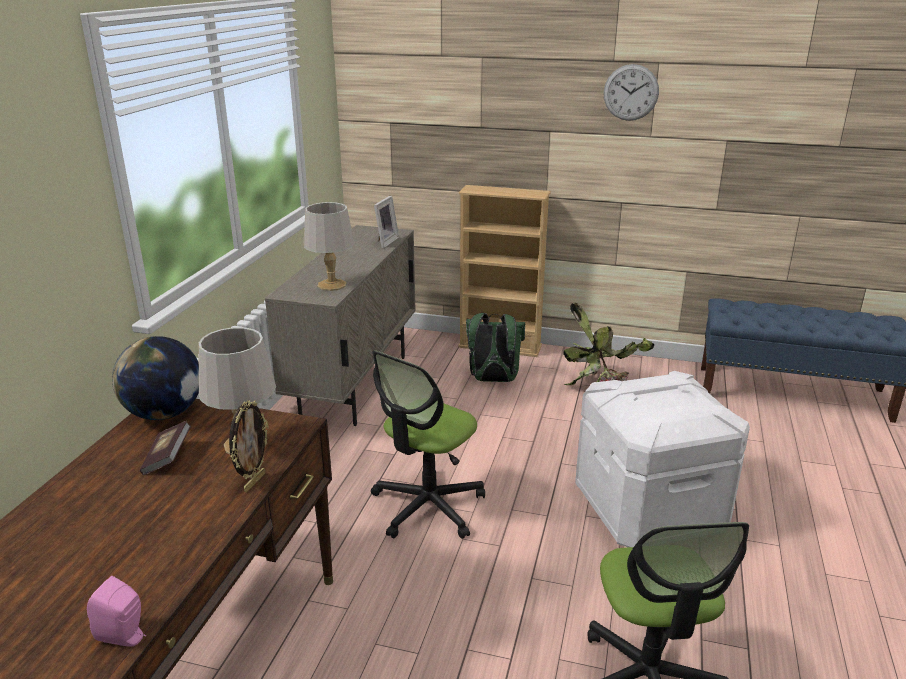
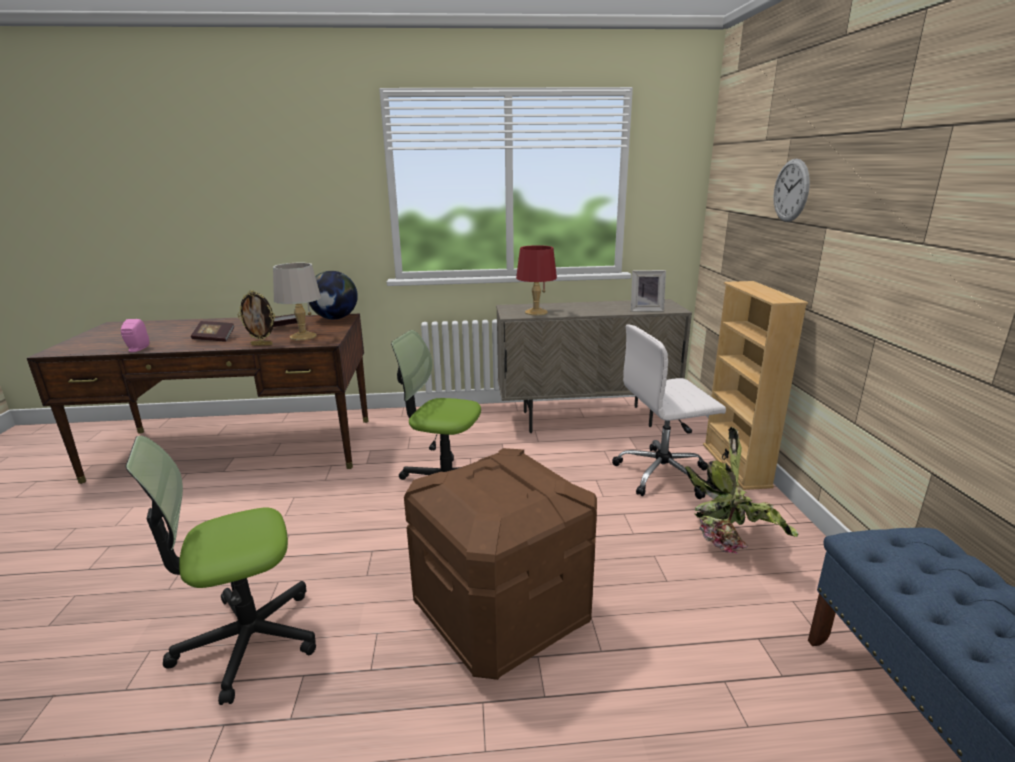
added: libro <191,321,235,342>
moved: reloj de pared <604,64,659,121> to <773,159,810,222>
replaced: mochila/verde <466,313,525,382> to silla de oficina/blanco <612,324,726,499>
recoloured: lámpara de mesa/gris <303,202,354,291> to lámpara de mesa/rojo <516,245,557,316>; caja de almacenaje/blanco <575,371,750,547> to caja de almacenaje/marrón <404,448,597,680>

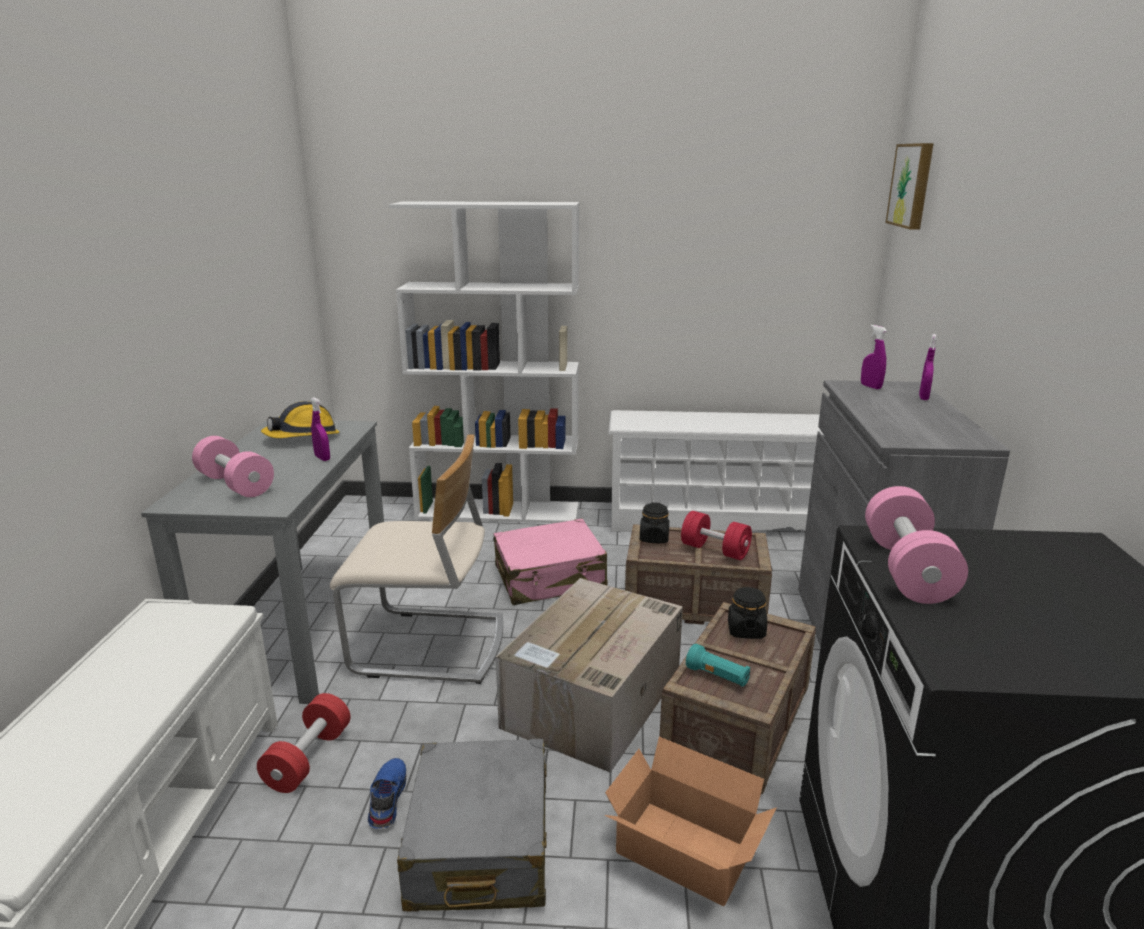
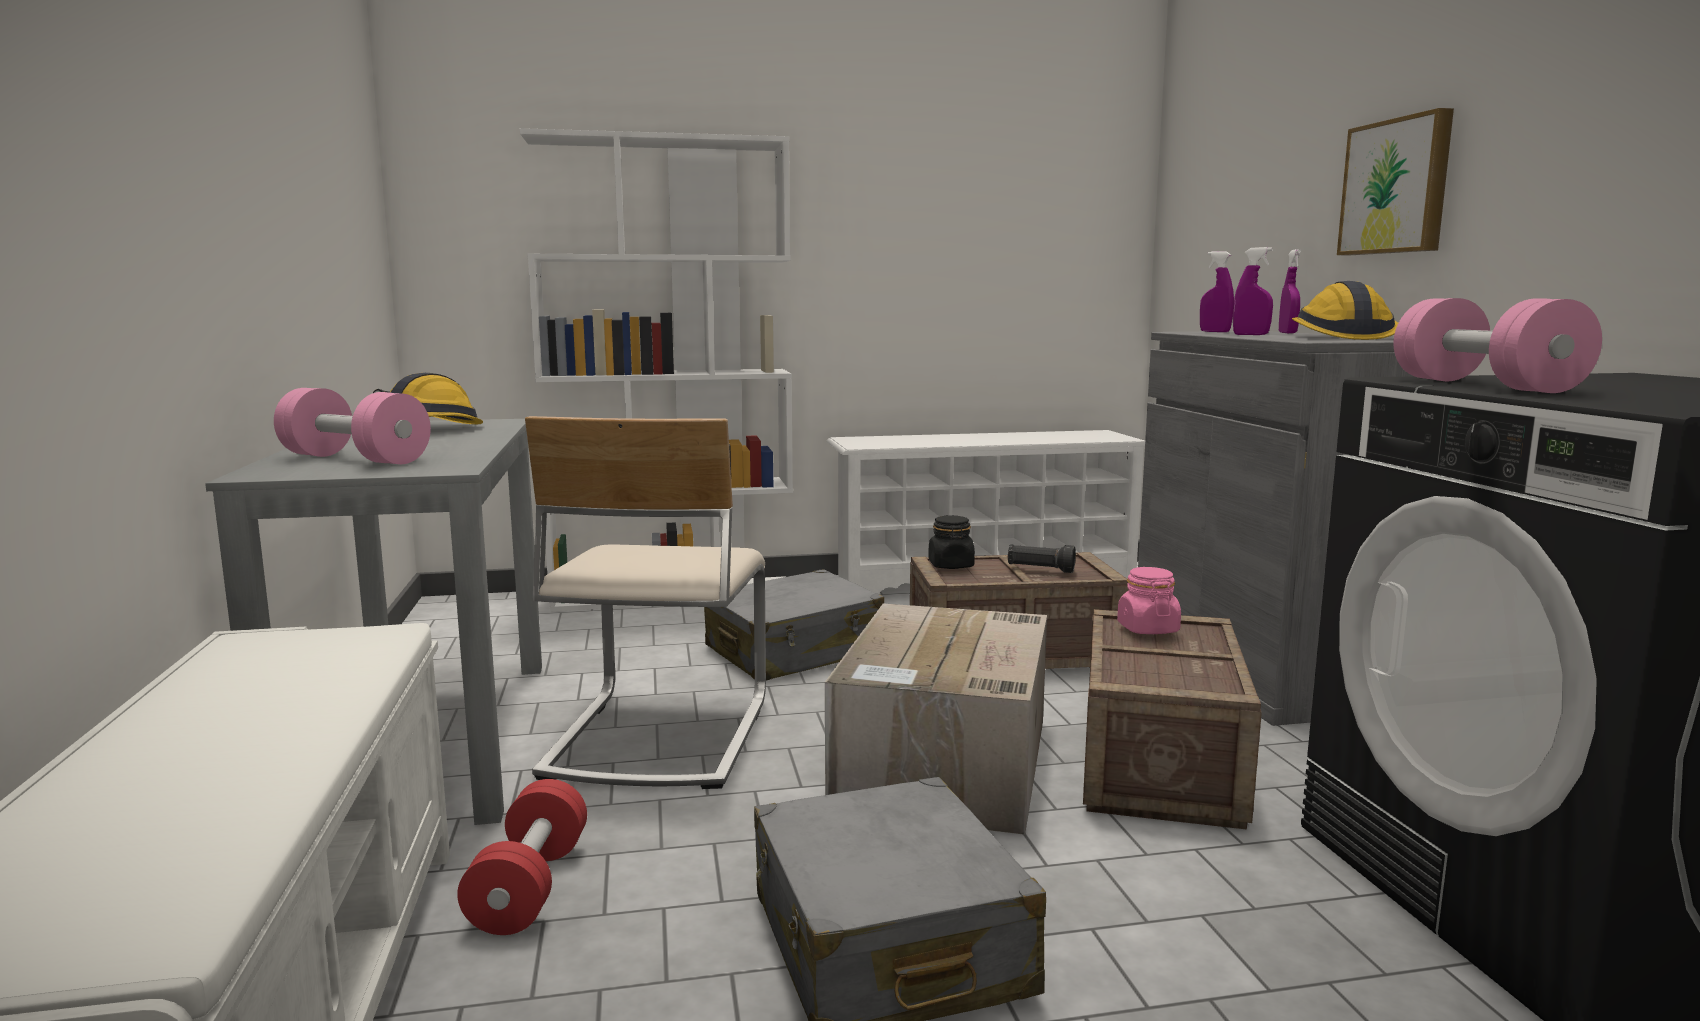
removed: linterna/turquesa <686,644,750,687>; caja de cartón <605,737,777,906>; zapato/azul <368,758,406,828>
added: casco <1292,281,1398,340>
moved: cuadro <886,143,934,230> to <1337,108,1454,255>; pulverizador/morado <311,397,330,461> to <1233,247,1273,335>
replaced: mancuerna/rojo <681,511,752,560> to linterna/negro <1008,544,1076,573>
recoloured: maleta/rosa <494,519,608,605> to maleta/gris <704,569,884,680>; tarro/negro <728,587,767,639> to tarro/rosa <1117,567,1181,634>
turned: silla/beis <330,435,503,684> = <525,416,766,789> 105 degrees clockwise

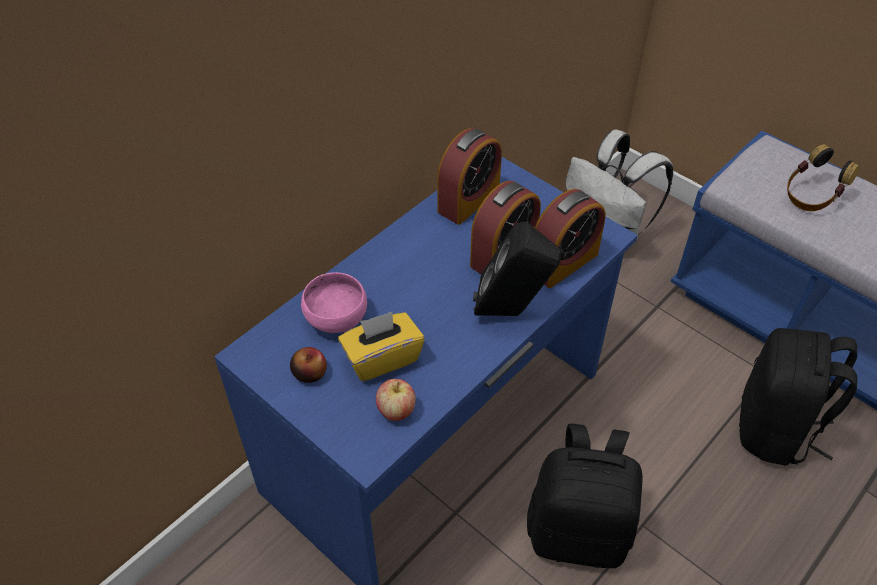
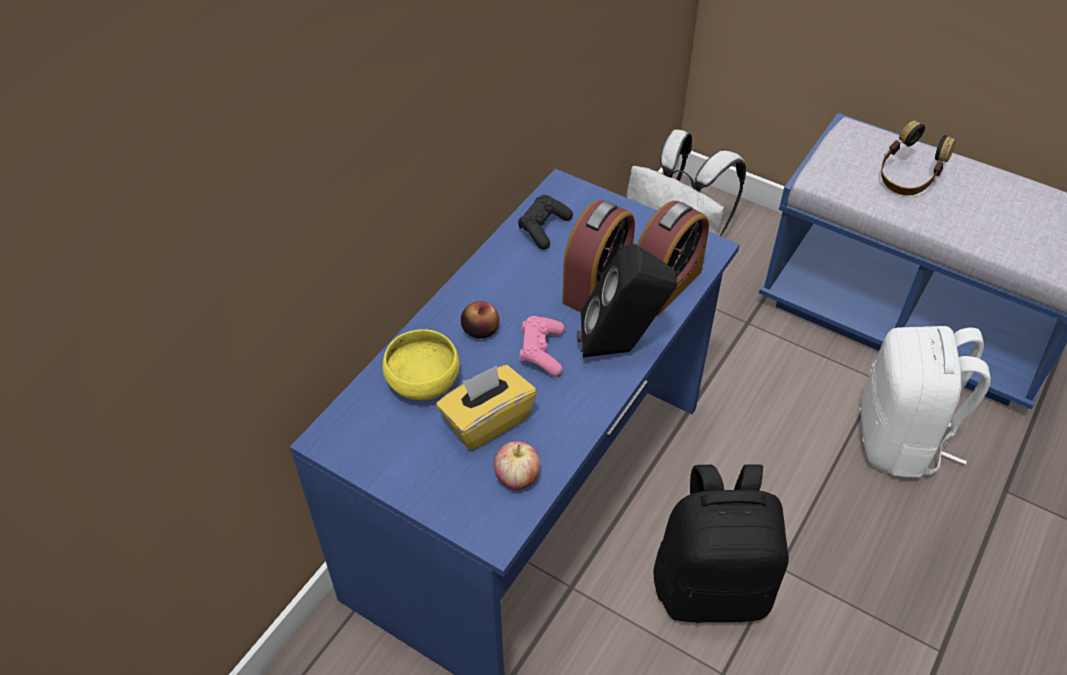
added: mando de consola/rosa <519,316,565,377>
moved: manzana <290,347,327,383> to <461,301,499,339>
replaced: despertador <437,128,502,225> to mando de consola/negro <518,195,573,250>
recoloured: cuenco/rosa <301,272,367,333> to cuenco/amarillo <382,329,460,400>; mochila/negro <739,328,857,465> to mochila/blanco <860,326,991,478>

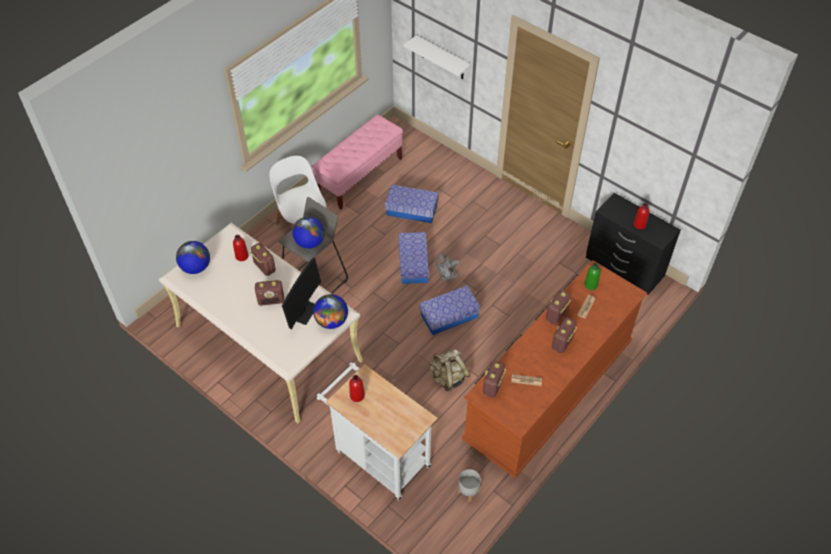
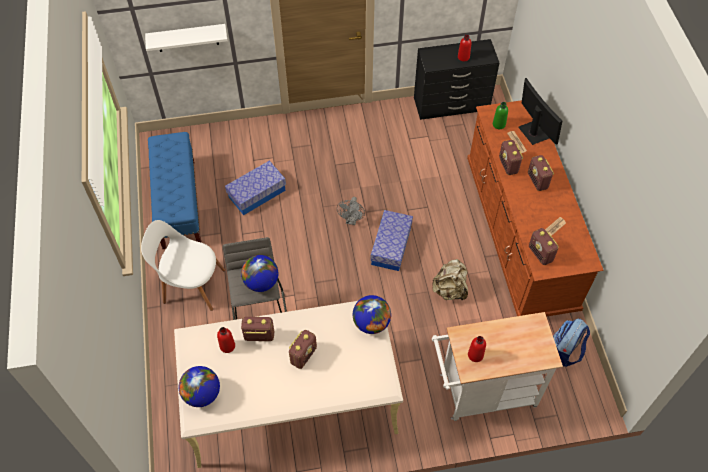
removed: caja de almacenaje <399,232,429,284>
moved: monitor <282,257,321,330> to <518,78,562,145>
replaced: maceta/gris <458,469,481,502> to mochila <553,319,590,367>
recoloured: banco/rosa <312,115,403,210> to banco/azul <148,132,202,249>

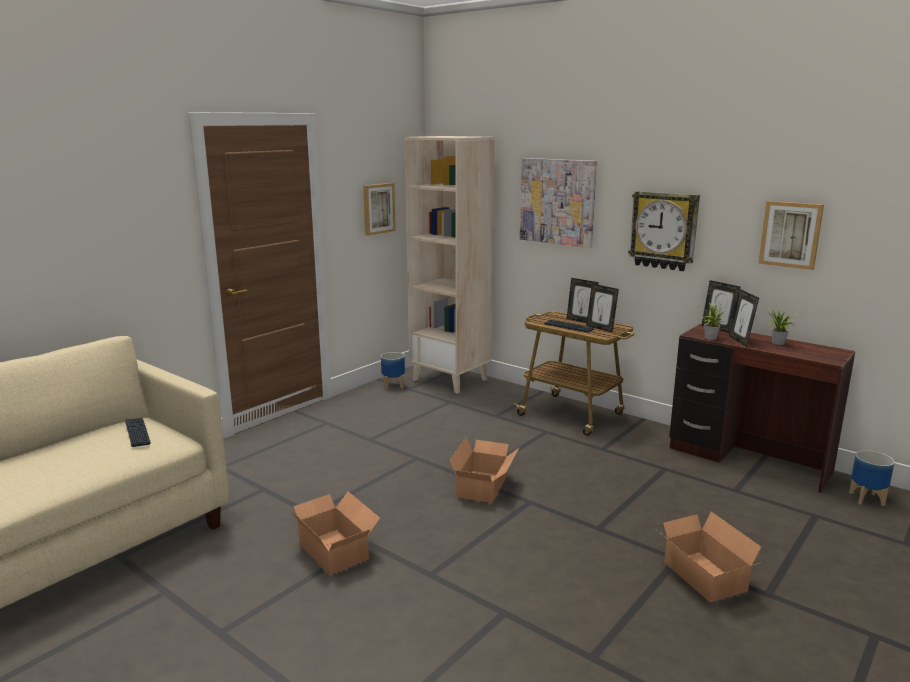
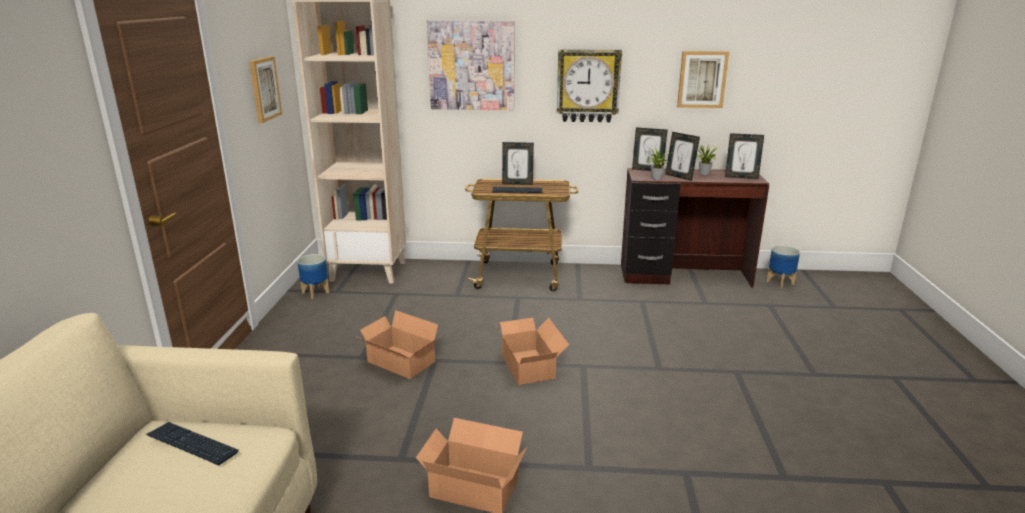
moved: portarretratos <586,284,619,333> to <725,133,764,179>; caja de cartón <657,512,761,602> to <355,310,440,379>

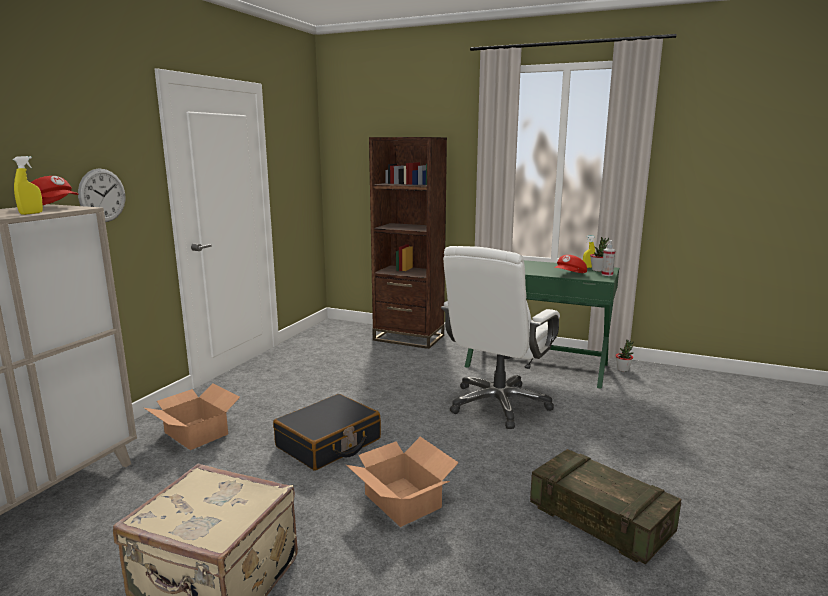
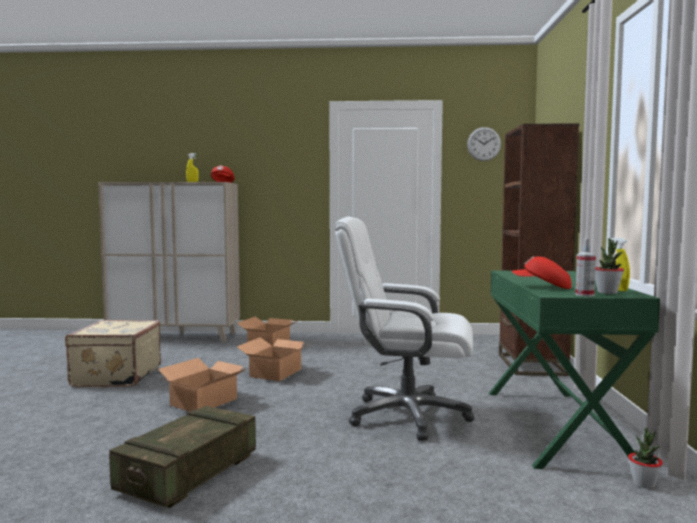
moved: reloj de pared <78,168,125,222> to <467,127,501,161>
replaced: maleta/negro <273,394,381,471> to caja de cartón <237,337,309,381>

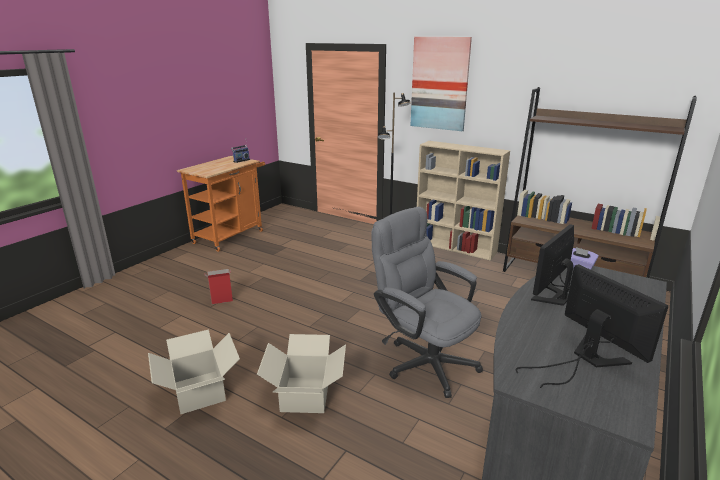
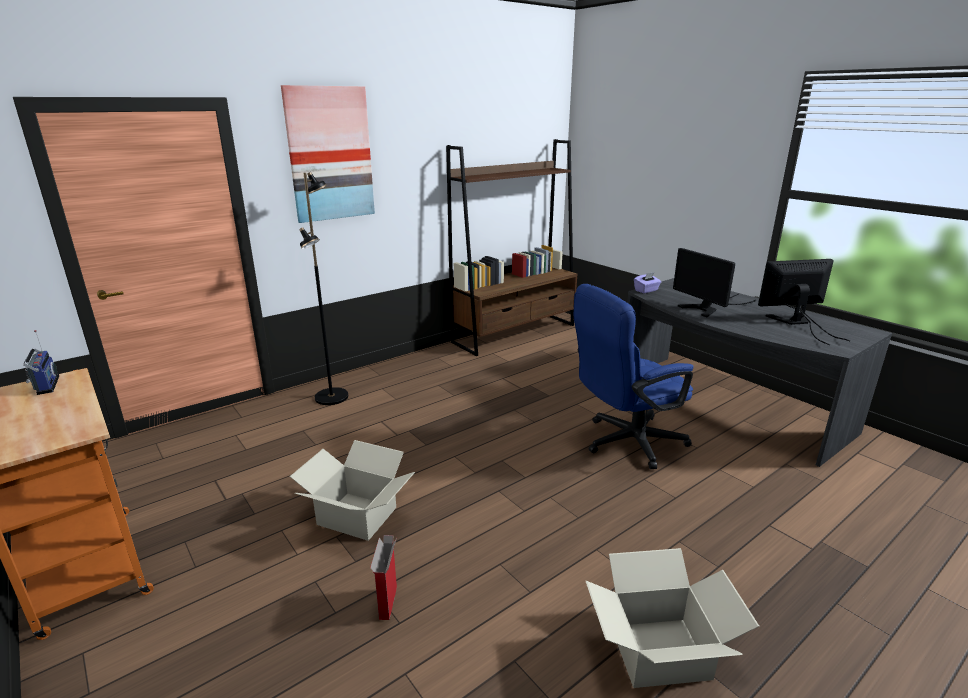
removed: estantería/beis <417,141,510,261>
moved: caja de cartón <257,334,346,413> to <290,440,415,541>
recoloured: silla de oficina/gris <372,207,483,398> to silla de oficina/azul <574,284,693,469>

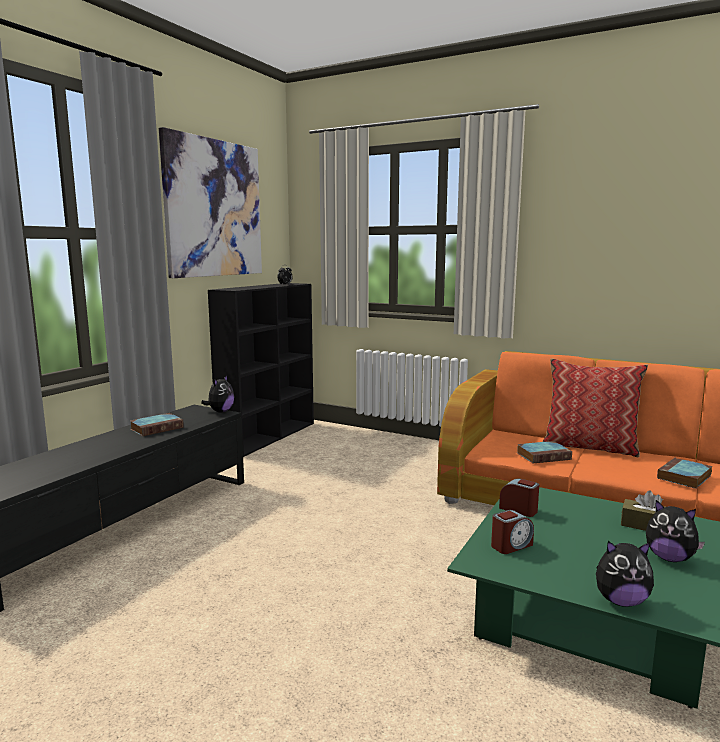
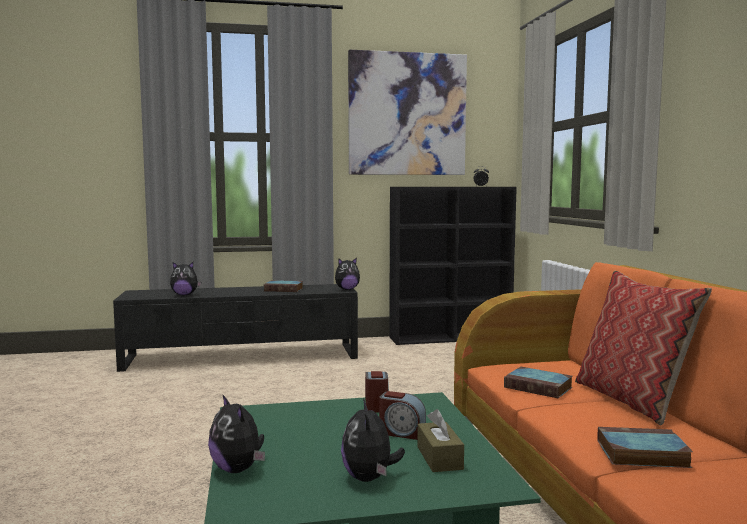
added: peluche <170,262,201,296>
moved: despertador <491,510,534,554> to <379,391,426,440>

